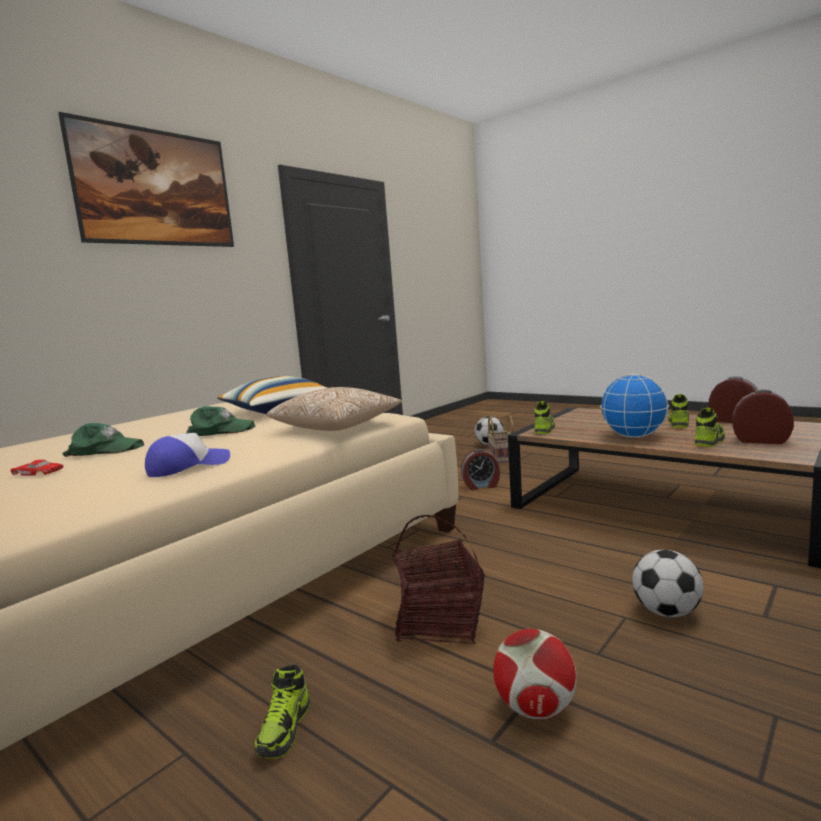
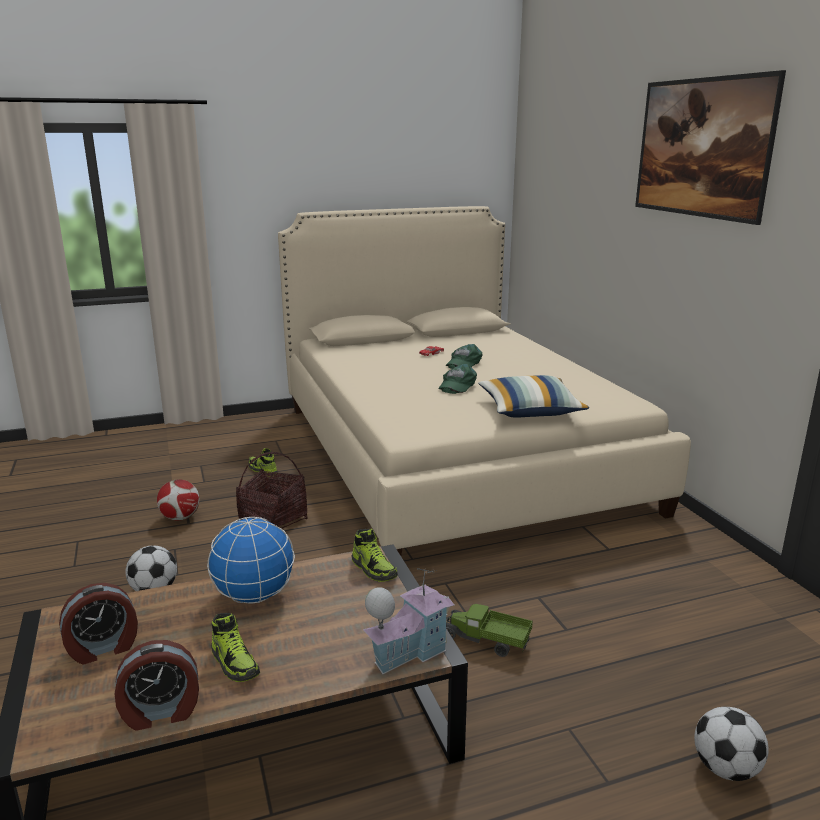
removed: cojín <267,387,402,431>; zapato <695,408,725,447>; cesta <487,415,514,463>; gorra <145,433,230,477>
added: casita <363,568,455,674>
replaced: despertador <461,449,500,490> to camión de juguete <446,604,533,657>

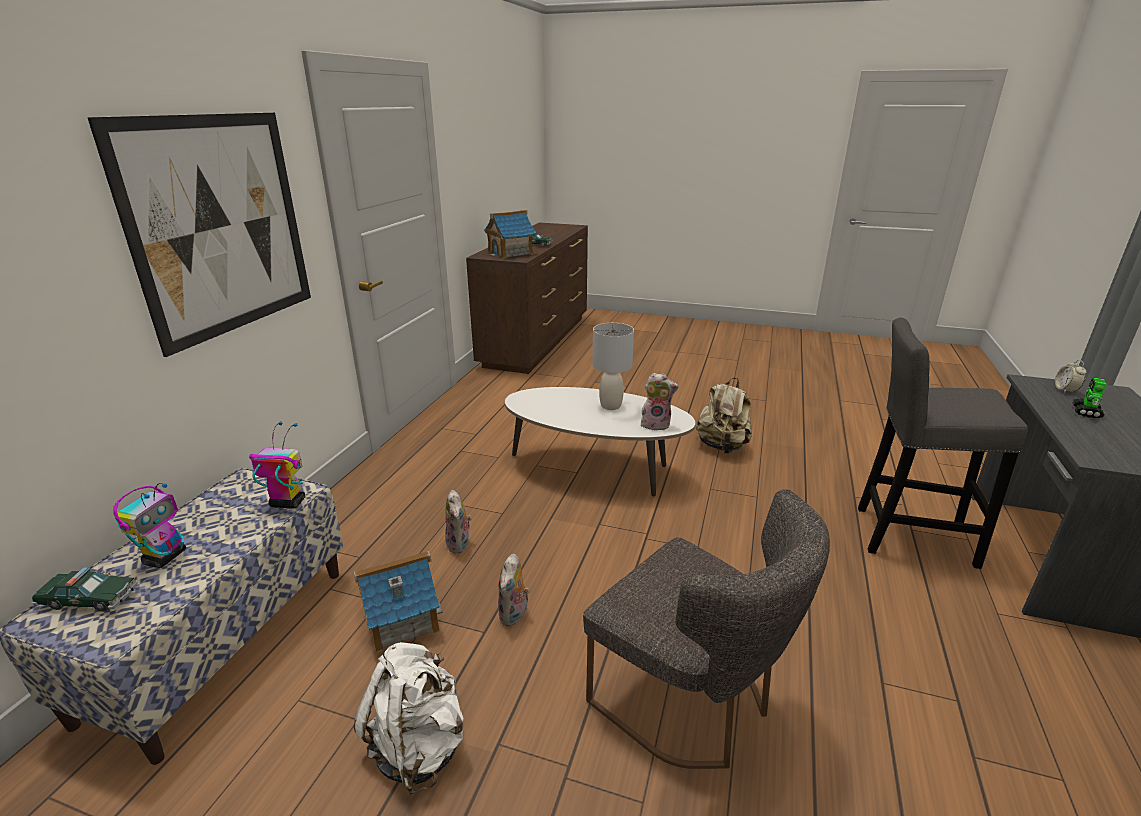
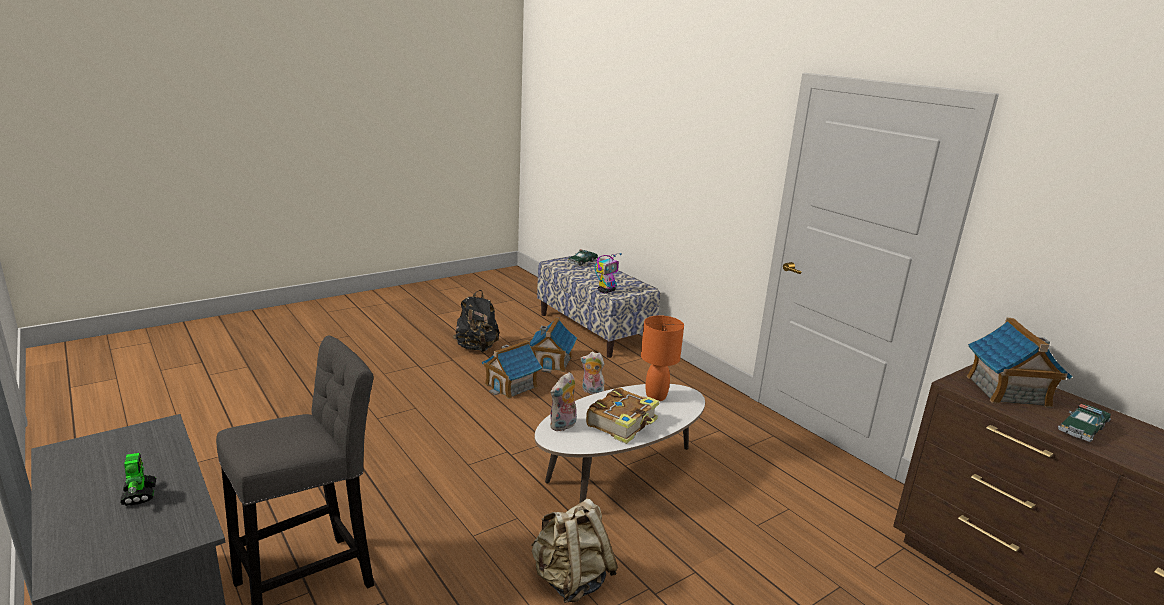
removed: cuadro <87,113,311,357>; despertador <1055,360,1086,393>; robot de juguete <113,483,186,568>; silla/gris <583,489,830,769>
added: lámpara de mesa/naranja <641,315,684,401>
replaced: lámpara de mesa/gris <592,323,634,410> to libro <586,388,659,444>; peluche <498,554,530,626> to casita <482,340,542,399>
recoloured: mochila/blanco <354,642,464,794> to mochila/negro <453,290,500,352>

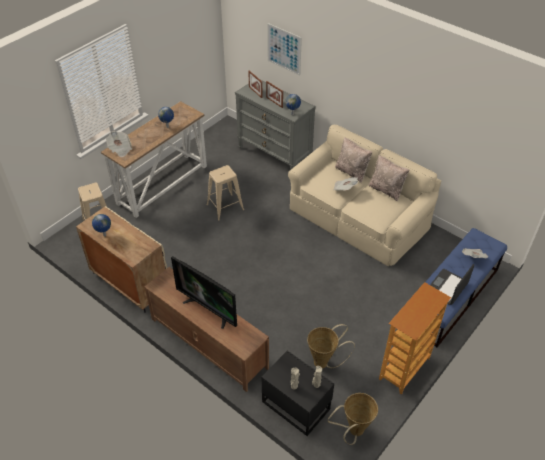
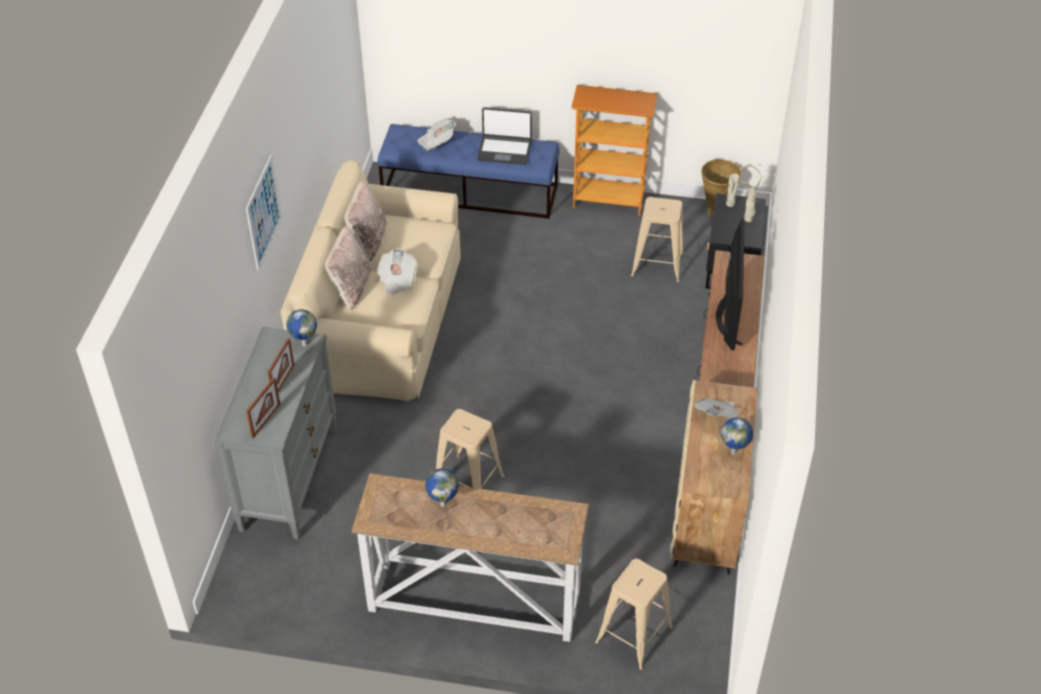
moved: cuadro <267,23,302,76> to <246,155,282,271>; periódico <106,131,132,157> to <694,398,739,418>
replaced: cesta <307,324,355,369> to taburete/beis <631,197,684,282>

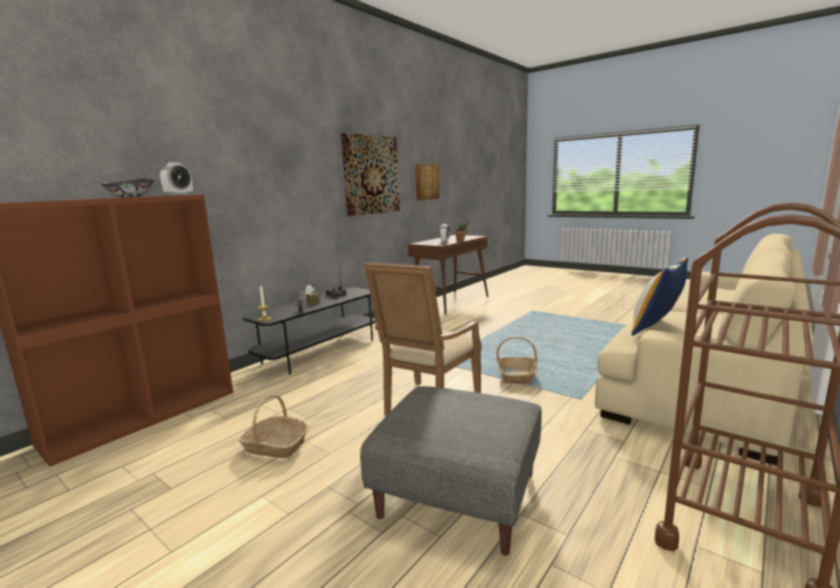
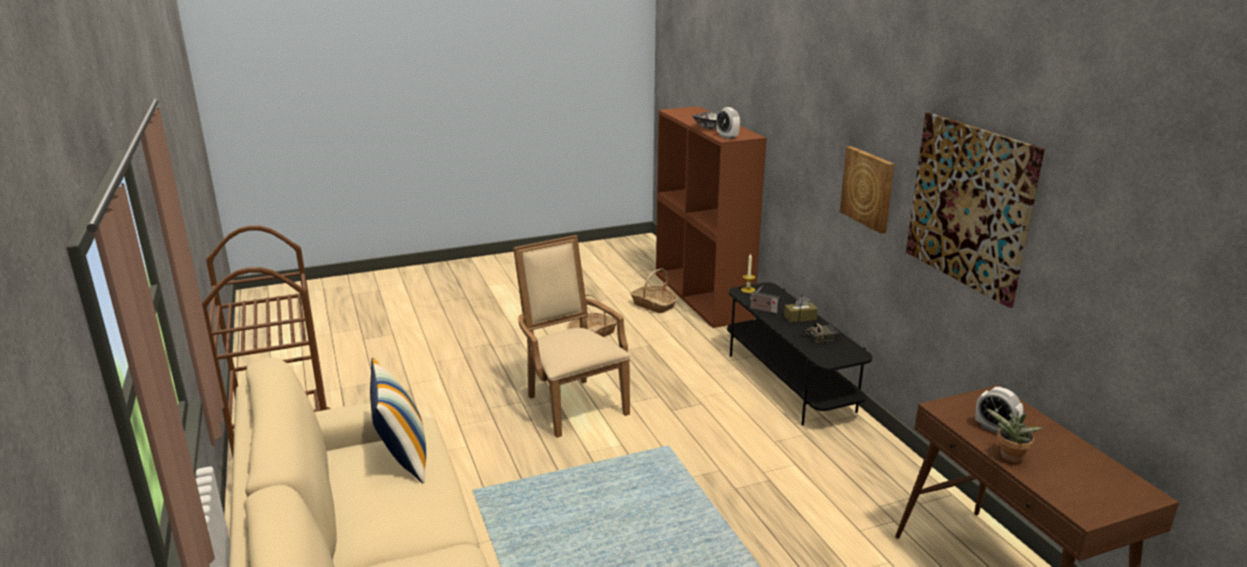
removed: puf/gris <360,386,542,556>
moved: cuadro <415,164,440,200> to <840,146,895,234>; cesta <496,337,538,384> to <630,269,678,313>

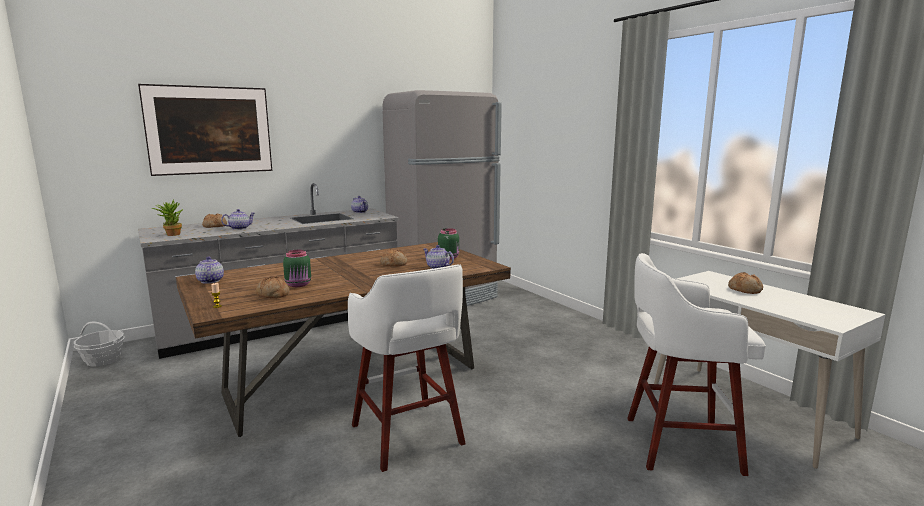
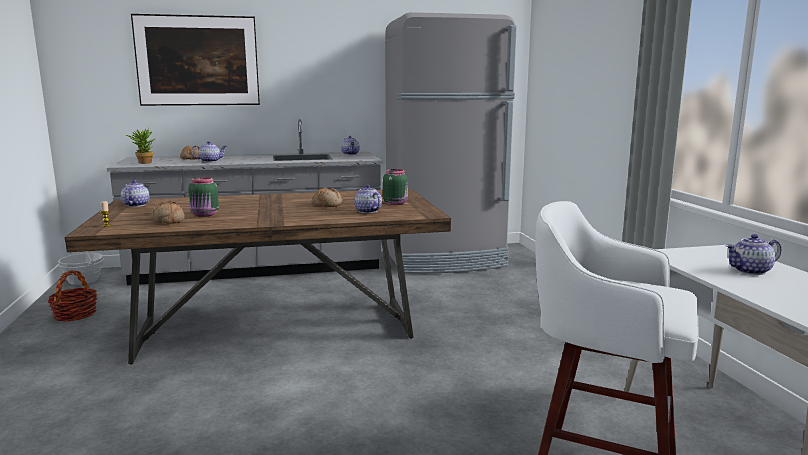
removed: taburete/blanco <348,265,466,472>
added: cesta <48,270,98,322>
replaced: pan <728,272,763,294> to tetera <726,234,782,275>

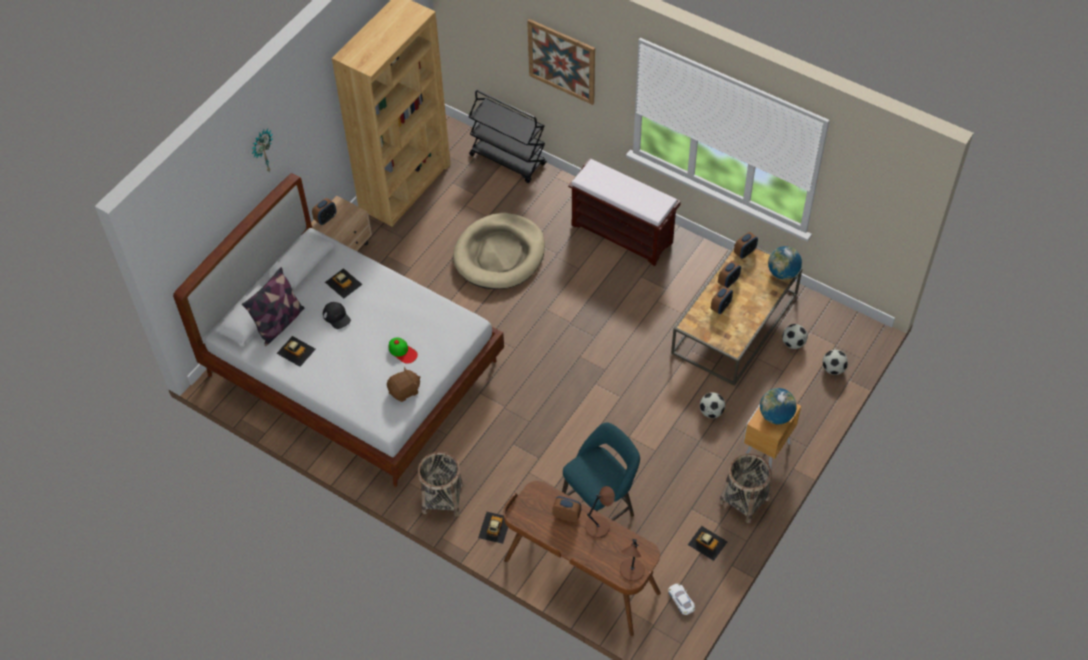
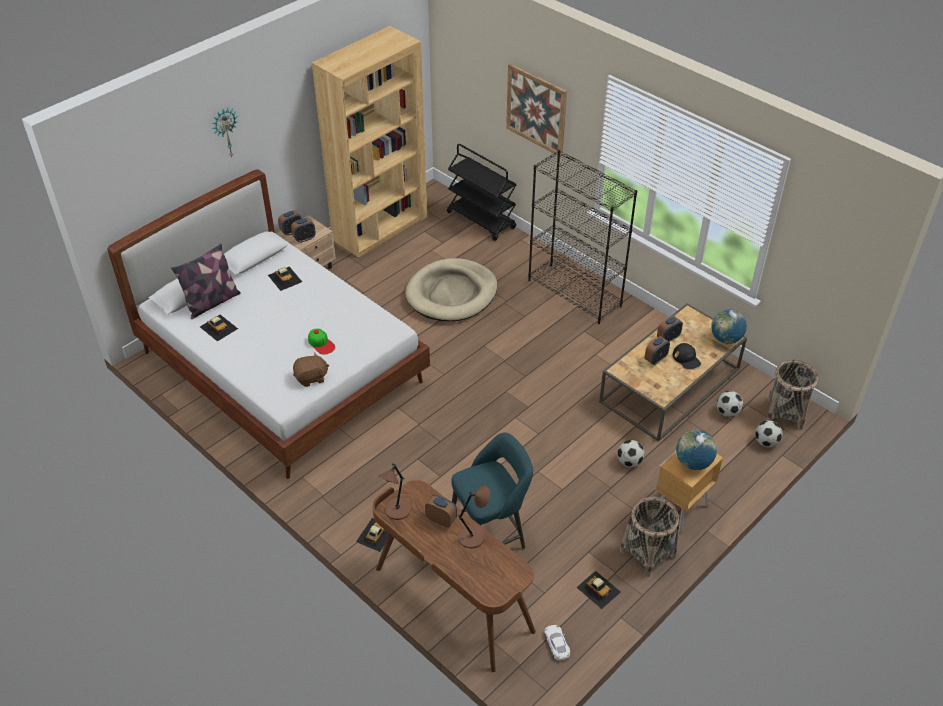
moved: despertador <734,232,758,259> to <291,218,316,243>; gorra/negro <323,302,351,329> to <673,343,701,369>; cesta <418,452,463,516> to <765,359,818,430>; lámpara de mesa/marrón <620,539,645,581> to <378,463,411,520>
replaced: banco/marrón <568,158,681,266> to estantería/negro <528,150,637,324>

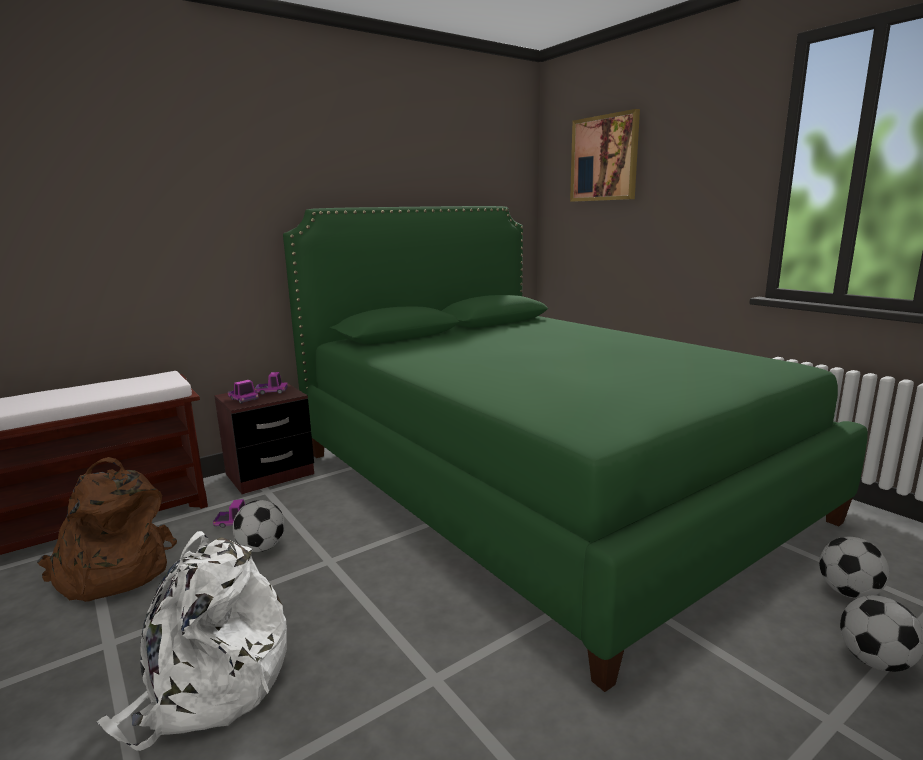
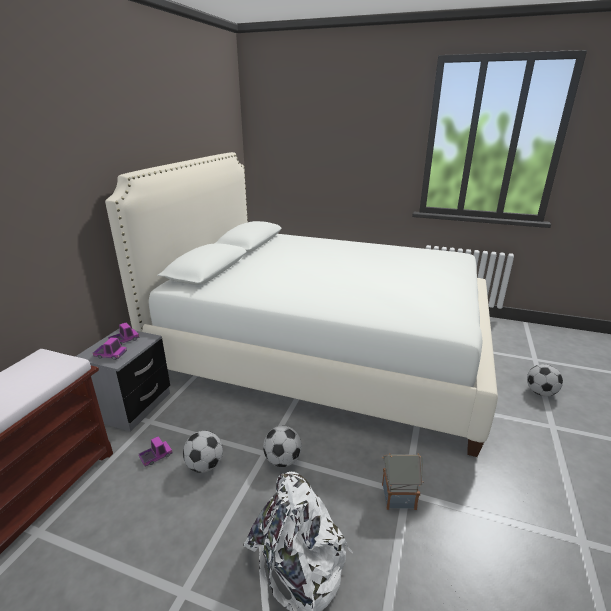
removed: cuadro <570,109,640,202>; mochila/marrón <37,457,177,602>
added: casita <382,453,423,510>
moved: balón de fútbol <819,537,889,599> to <263,426,302,467>
recoloured: cama/verde <283,206,868,692> to cama/blanco <105,152,498,457>; mesita de noche/marrón <214,382,314,494> to mesita de noche/gris <75,329,170,432>

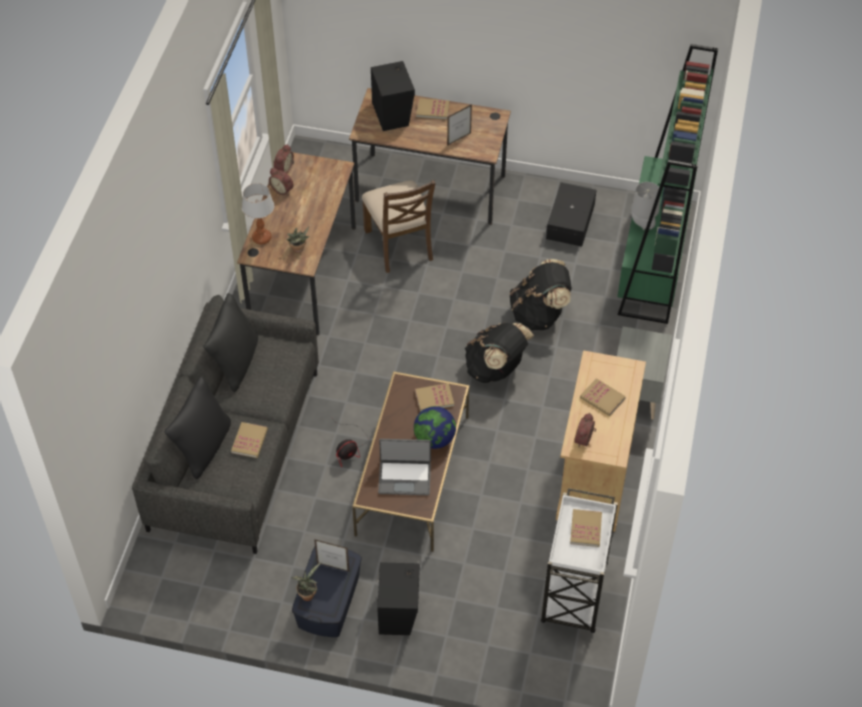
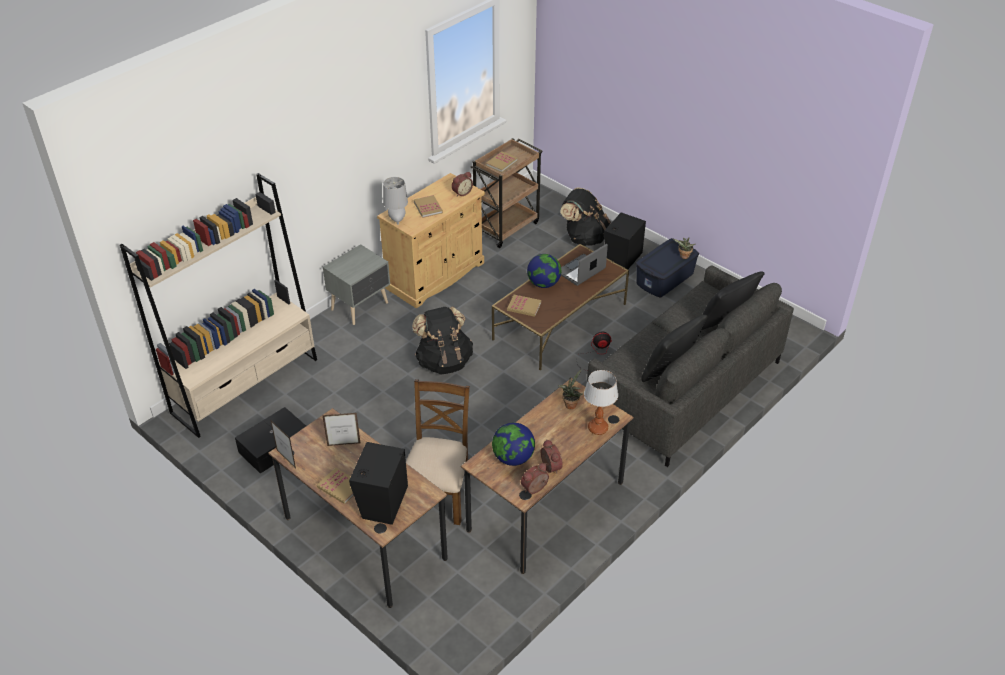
removed: libro <231,422,268,458>
added: globo terráqueo <492,423,535,466>
moved: lámpara de mesa/gris <631,182,660,230> to <383,177,408,225>; mochila/negro <510,259,572,330> to <560,187,611,246>; portarretratos <314,539,350,572> to <270,420,296,468>
recoloured: estantería/verde <618,44,718,324> to estantería/beis <120,173,317,438>; carrito/blanco <541,488,618,633> to carrito/marrón <470,138,543,248>
turned: portátil <378,439,431,495> = <561,244,608,286> 75 degrees counterclockwise

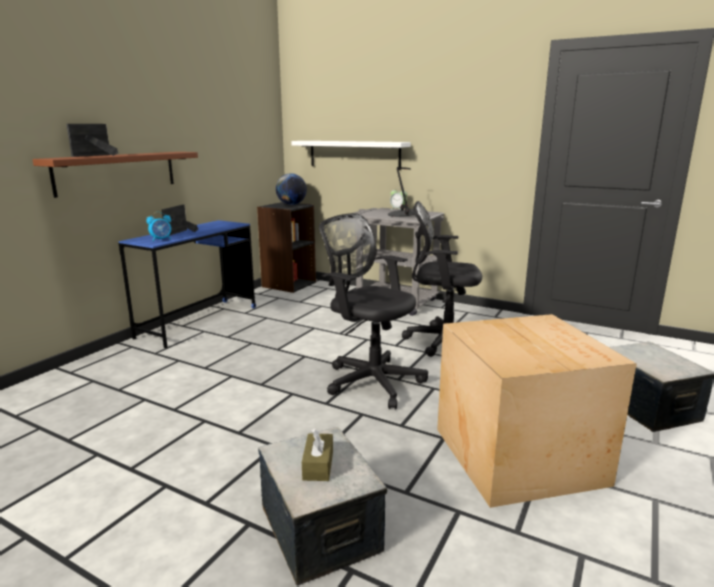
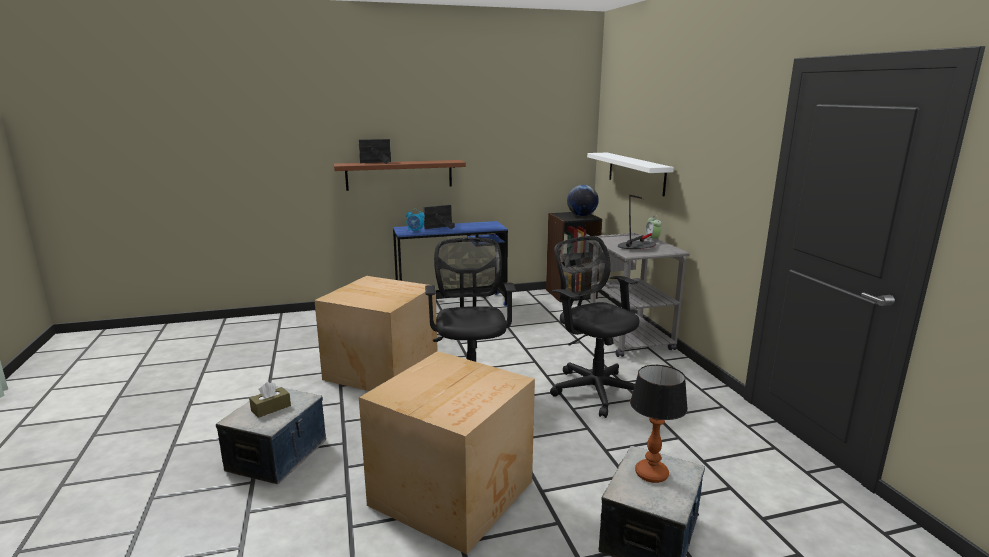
added: caja de cartón <314,276,438,391>; lámpara de mesa <630,365,688,483>

